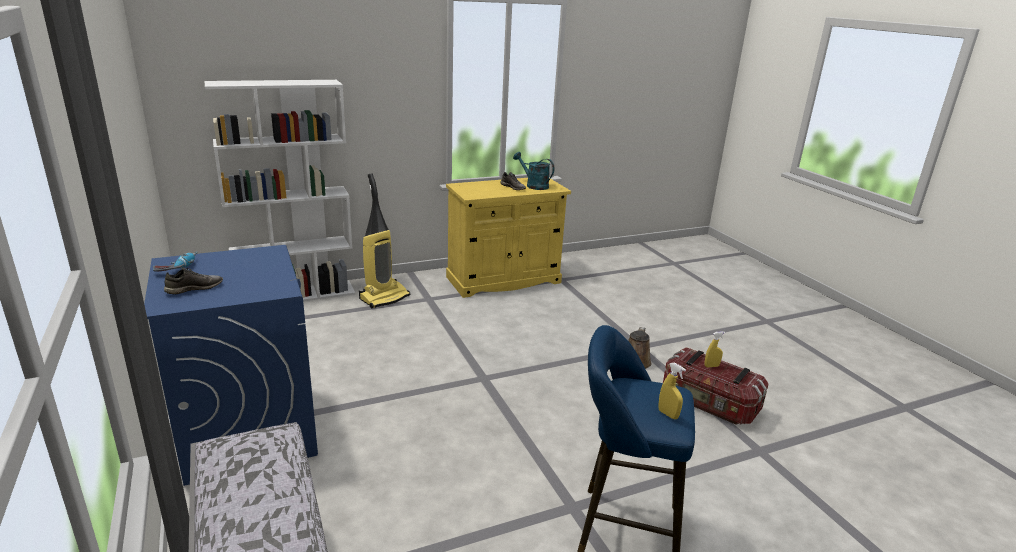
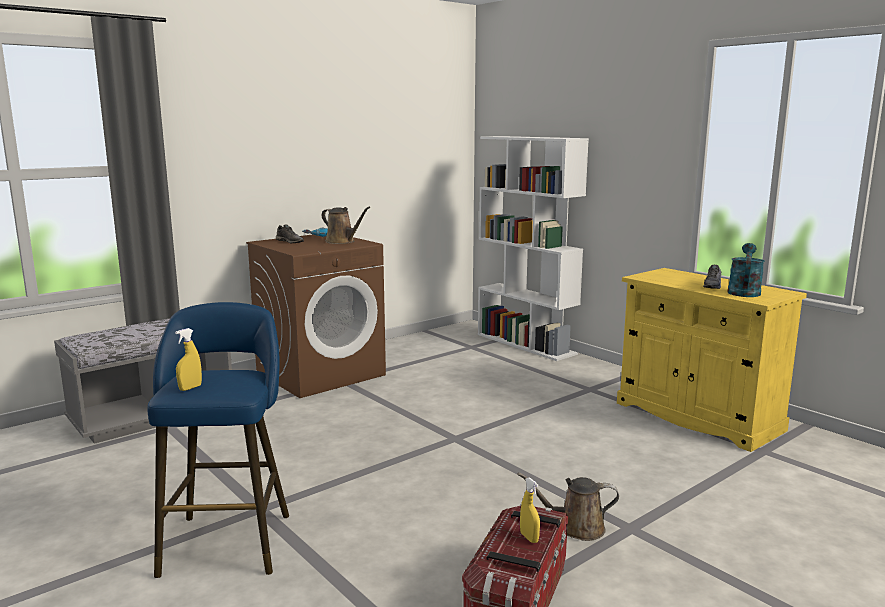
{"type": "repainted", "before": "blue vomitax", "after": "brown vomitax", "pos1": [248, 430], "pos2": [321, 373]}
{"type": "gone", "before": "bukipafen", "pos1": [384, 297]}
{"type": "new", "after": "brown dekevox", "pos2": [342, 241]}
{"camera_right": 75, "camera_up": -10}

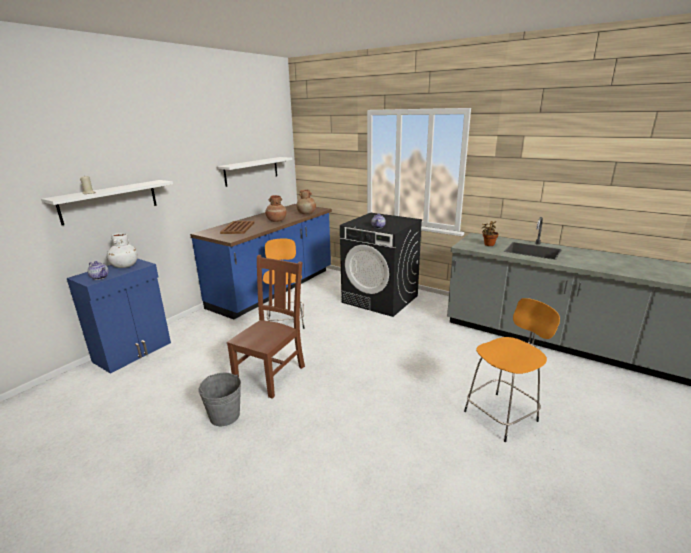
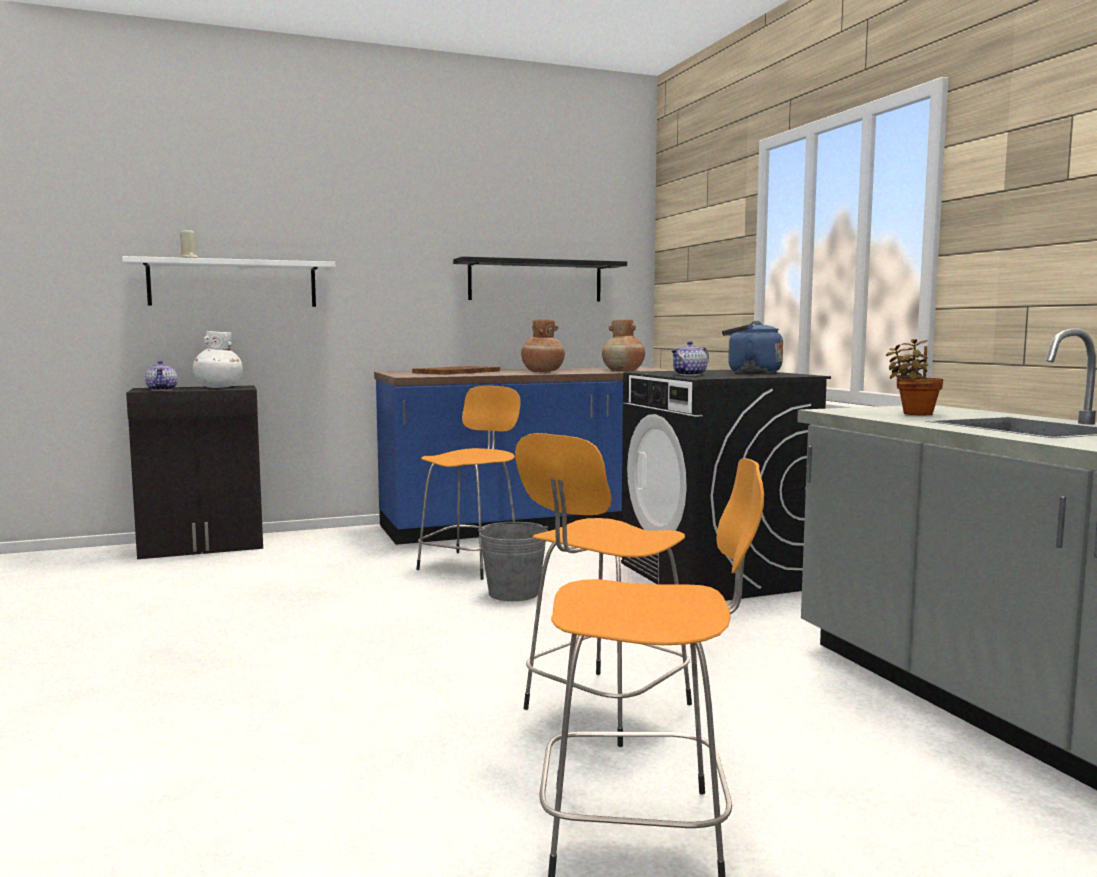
{"type": "repainted", "before": "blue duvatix", "after": "black duvatix", "pos1": [134, 352], "pos2": [203, 546]}
{"type": "shifted", "before": "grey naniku", "pos1": [224, 416], "pos2": [513, 593]}
{"type": "repainted", "before": "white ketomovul", "after": "black ketomovul", "pos1": [251, 171], "pos2": [535, 281]}
{"type": "gone", "before": "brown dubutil", "pos1": [272, 374]}
{"type": "new", "after": "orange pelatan", "pos2": [603, 708]}
{"type": "new", "after": "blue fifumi", "pos2": [750, 373]}
{"camera_right": 35, "camera_up": -15}

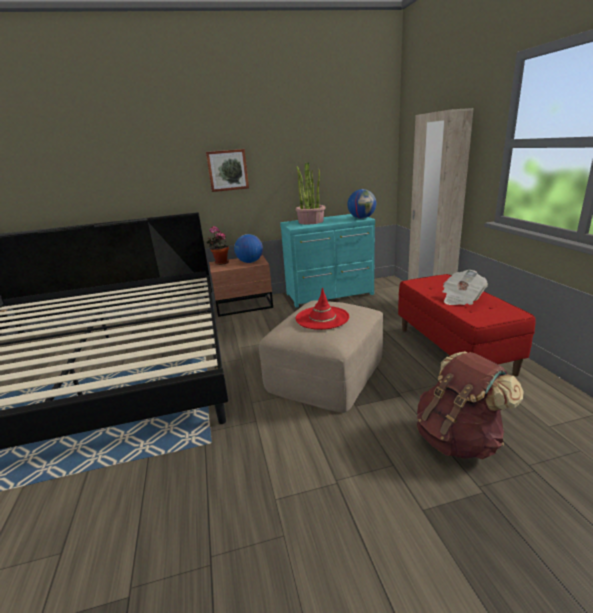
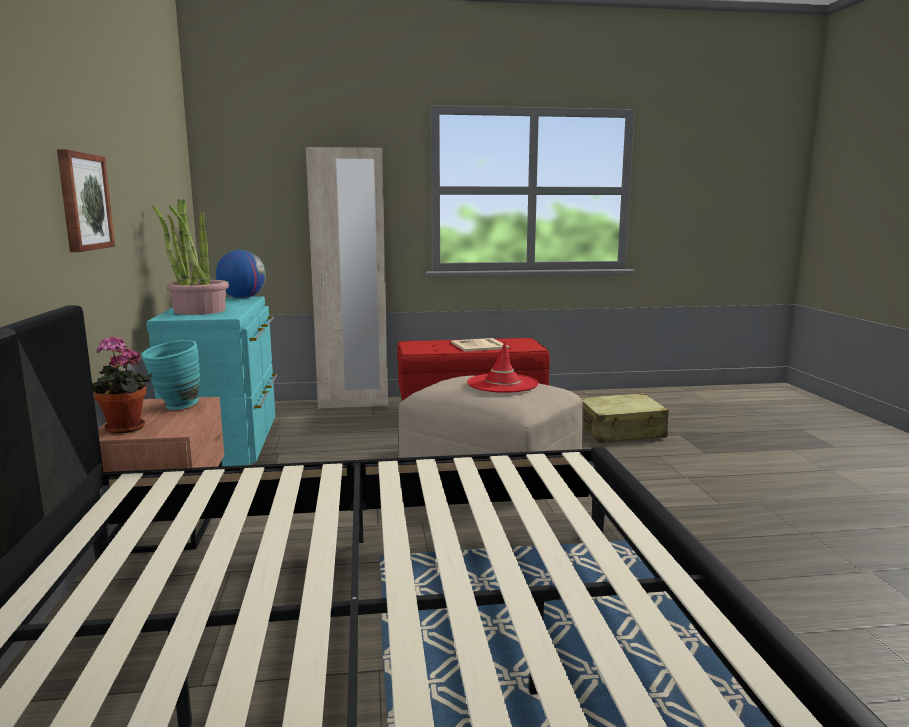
{"type": "swapped", "before": "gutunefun", "after": "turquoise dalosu", "pos1": [250, 262], "pos2": [175, 407]}
{"type": "swapped", "before": "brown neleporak", "after": "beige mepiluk", "pos1": [458, 439], "pos2": [621, 431]}
{"type": "swapped", "before": "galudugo", "after": "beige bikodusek", "pos1": [461, 299], "pos2": [480, 345]}
{"camera_right": -85, "camera_up": -10}

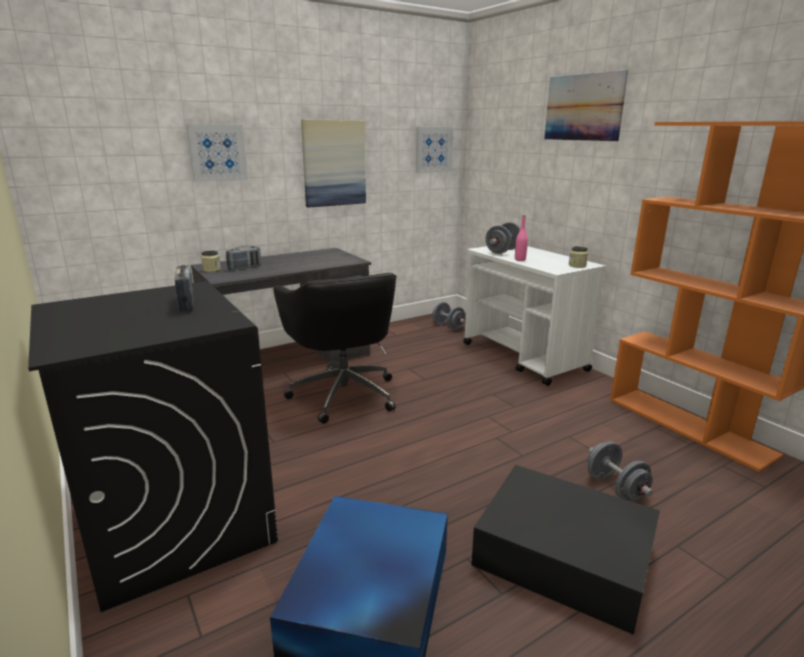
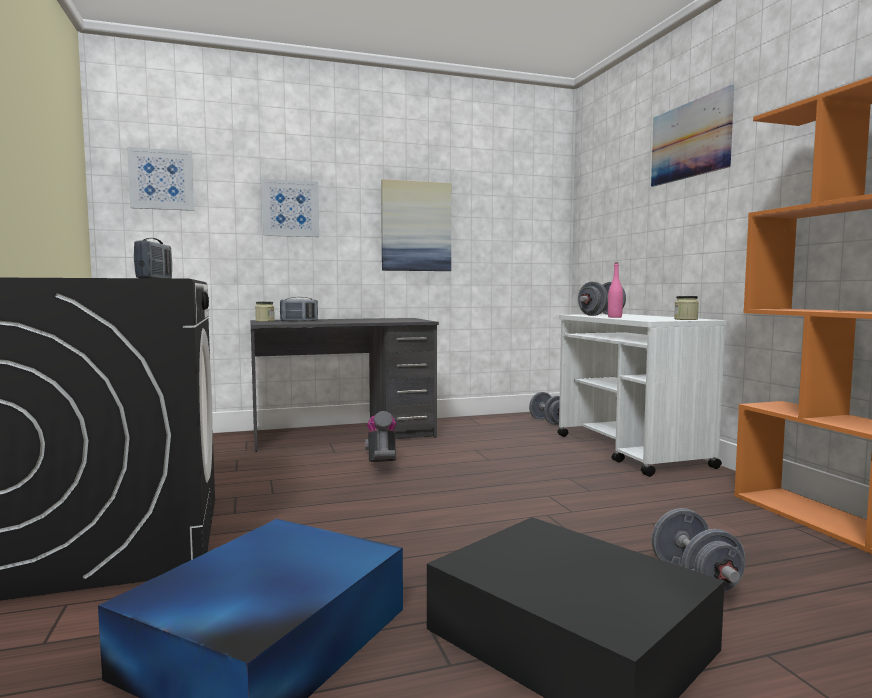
{"type": "swapped", "before": "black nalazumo", "after": "bukipafen", "pos1": [343, 393], "pos2": [382, 463]}
{"type": "shifted", "before": "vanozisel", "pos1": [433, 149], "pos2": [161, 179]}
{"camera_right": 15, "camera_up": -15}

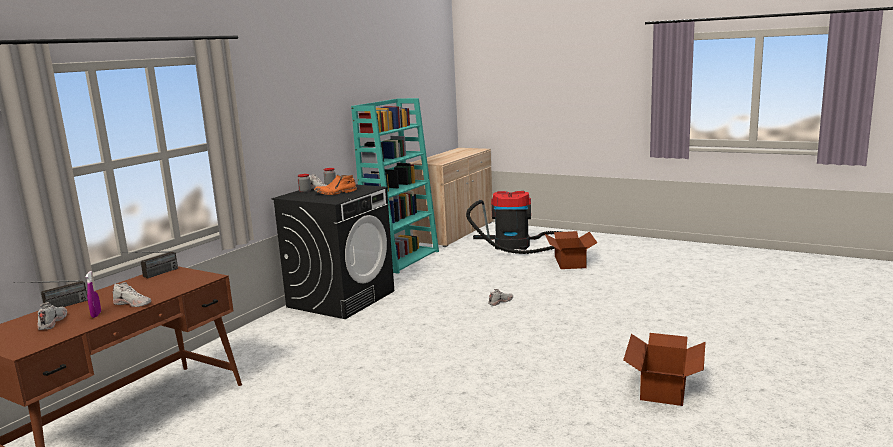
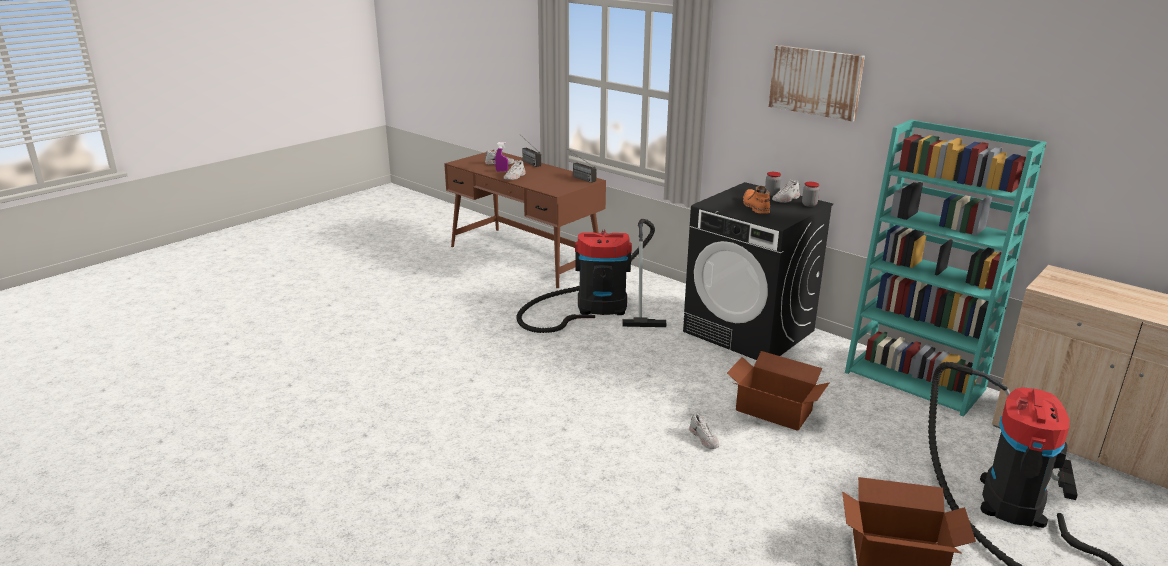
{"type": "shifted", "before": "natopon", "pos1": [664, 387], "pos2": [774, 411]}
{"type": "new", "after": "bukipafen", "pos2": [596, 307]}
{"type": "new", "after": "vanozisel", "pos2": [815, 82]}
{"camera_right": 100, "camera_up": 10}

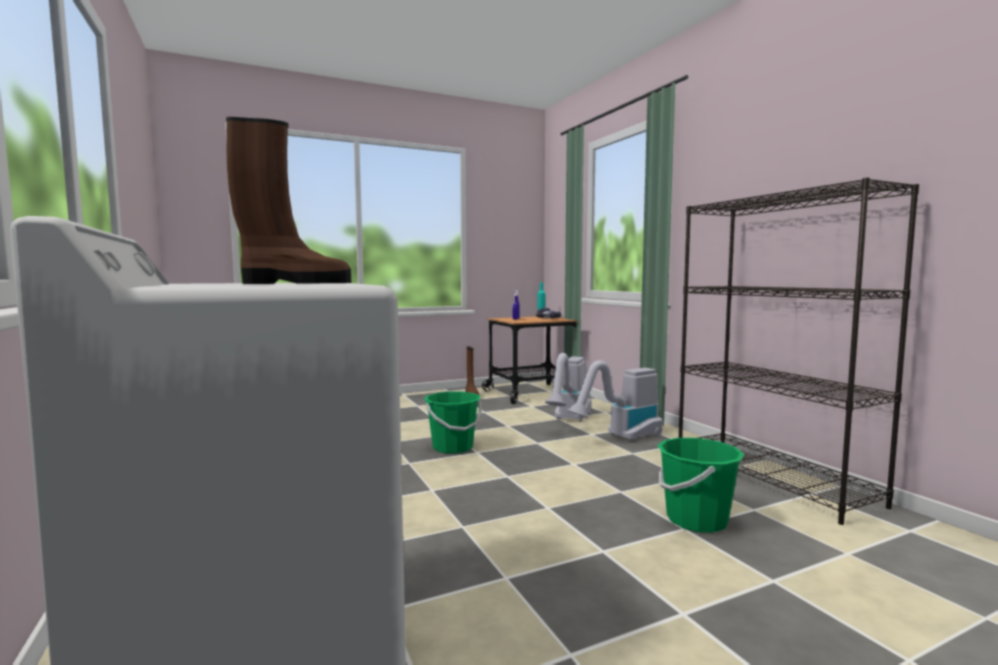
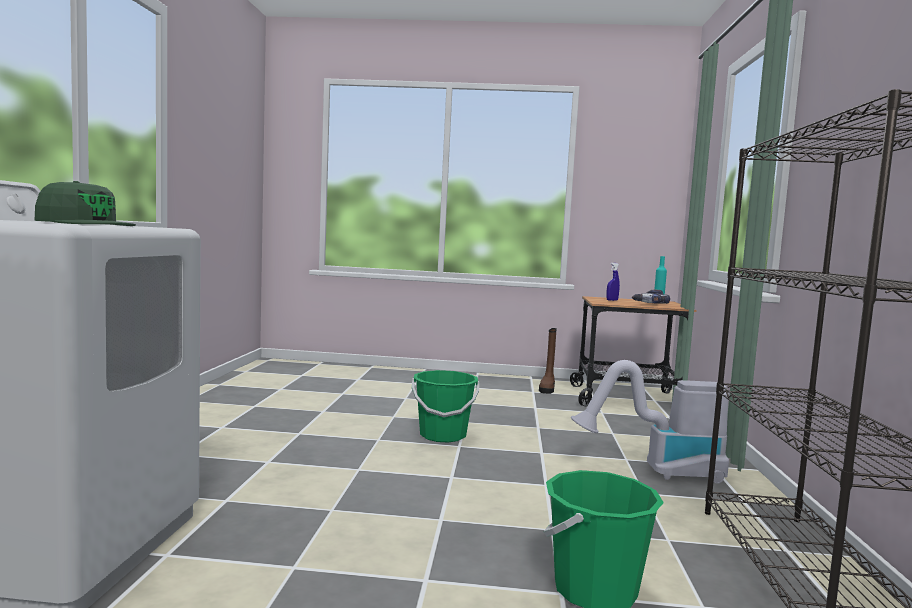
{"type": "swapped", "before": "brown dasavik", "after": "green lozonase", "pos1": [294, 283], "pos2": [85, 224]}
{"type": "gone", "before": "bukipafen", "pos1": [569, 420]}
{"camera_right": 30, "camera_up": 0}

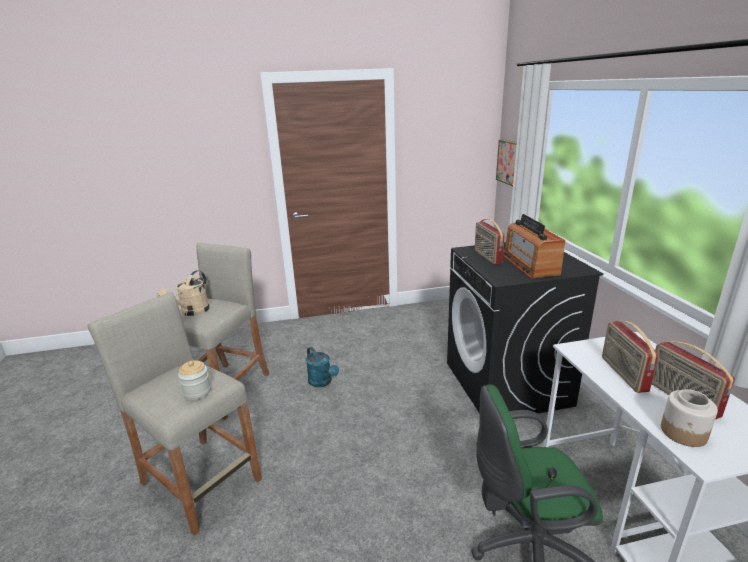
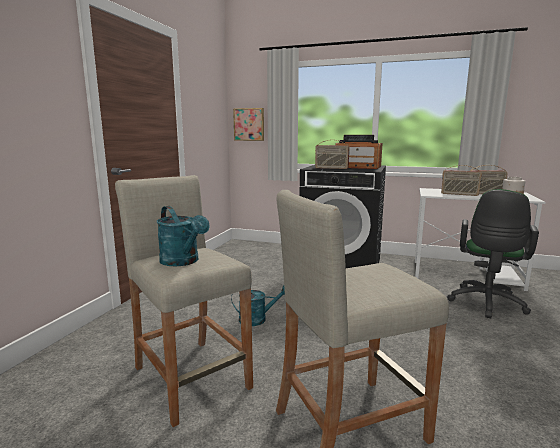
{"type": "repainted", "before": "beige dekevox", "after": "turquoise dekevox", "pos1": [192, 312], "pos2": [183, 262]}
{"type": "gone", "before": "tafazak", "pos1": [197, 392]}
{"camera_right": -60, "camera_up": -10}

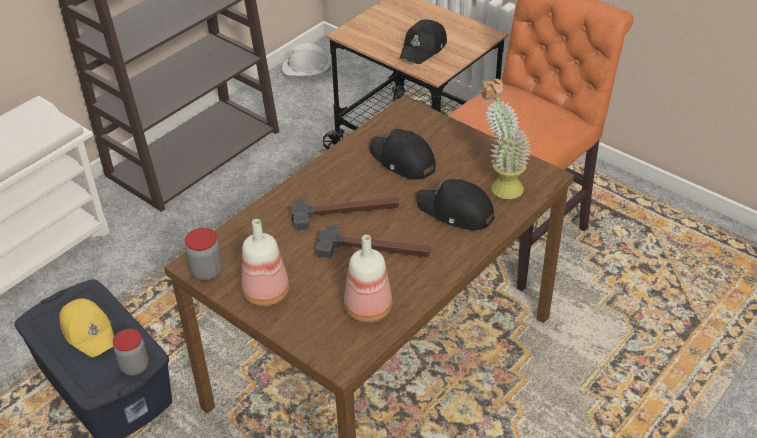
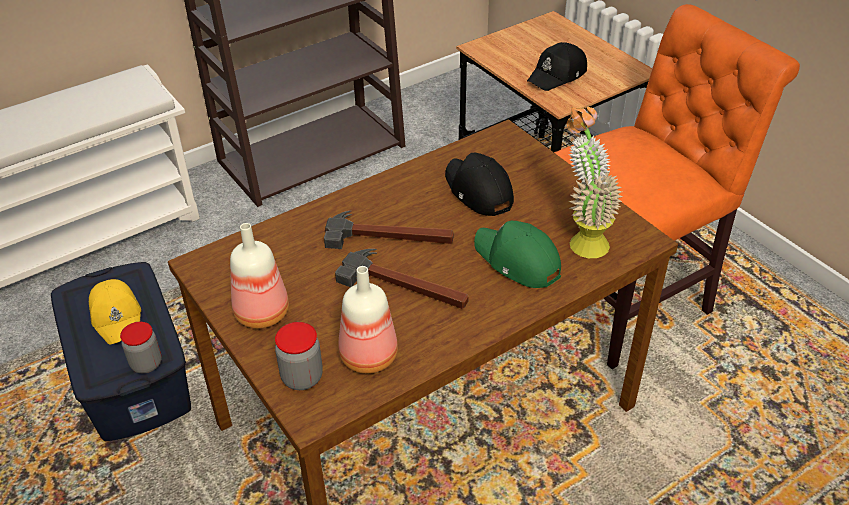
{"type": "shifted", "before": "tafazak", "pos1": [207, 272], "pos2": [302, 377]}
{"type": "gone", "before": "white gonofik", "pos1": [306, 74]}
{"type": "repainted", "before": "black lozonase", "after": "green lozonase", "pos1": [455, 212], "pos2": [517, 261]}
{"camera_right": 15, "camera_up": 0}

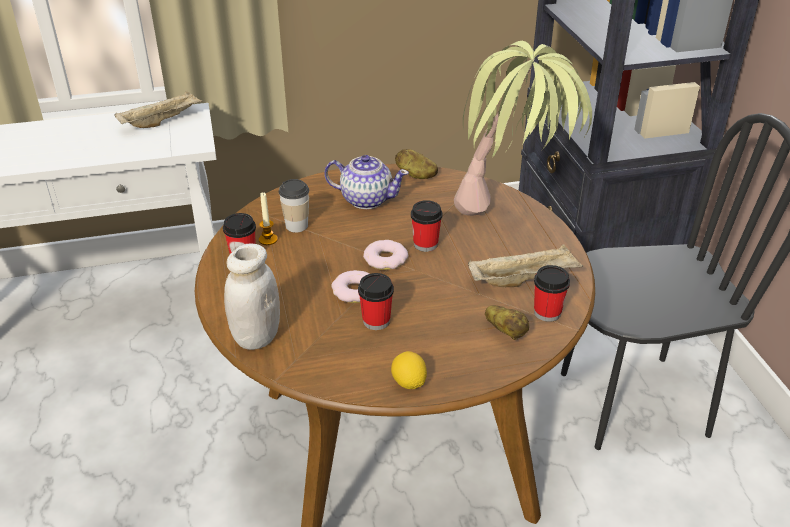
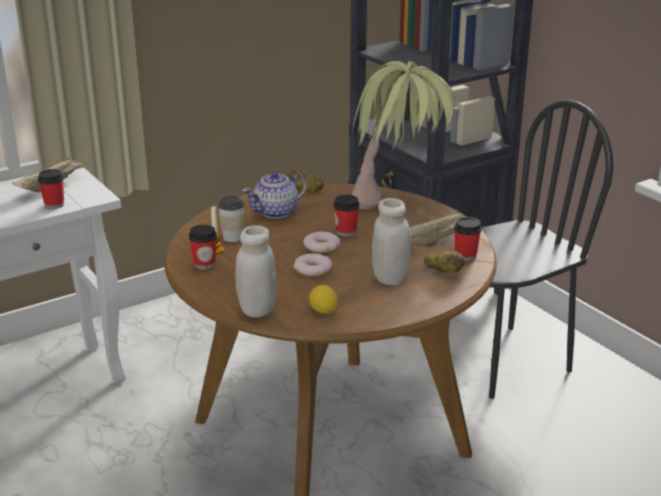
{"type": "rotated", "before": "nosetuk", "pos1": [366, 199], "pos2": [276, 212], "turn": 150}
{"type": "shifted", "before": "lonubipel", "pos1": [376, 321], "pos2": [54, 205]}
{"type": "shifted", "before": "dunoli", "pos1": [408, 383], "pos2": [323, 311]}
{"type": "new", "after": "white tafazak", "pos2": [390, 278]}
{"camera_right": -20, "camera_up": -10}

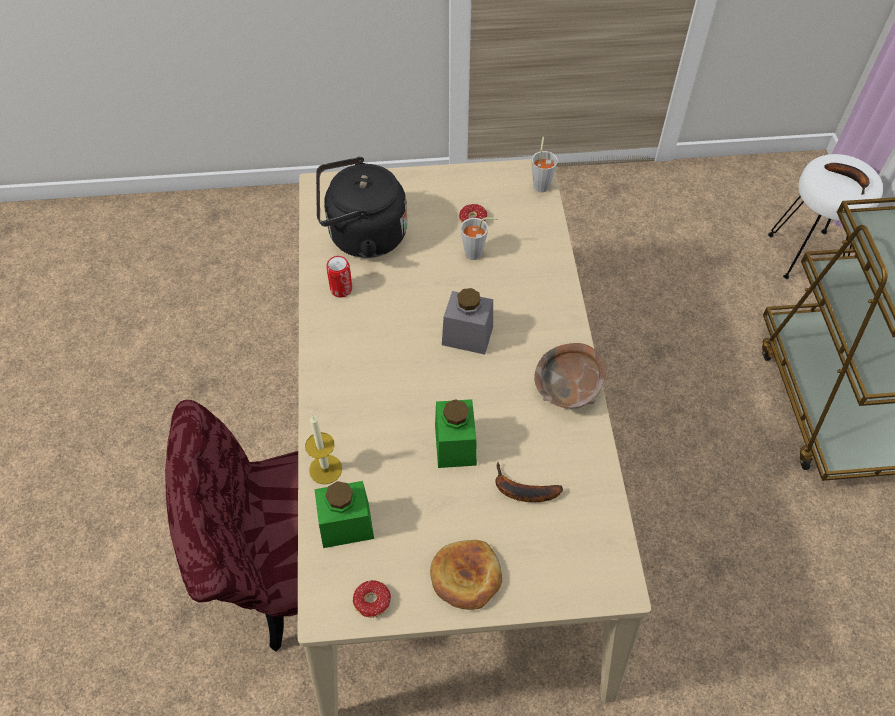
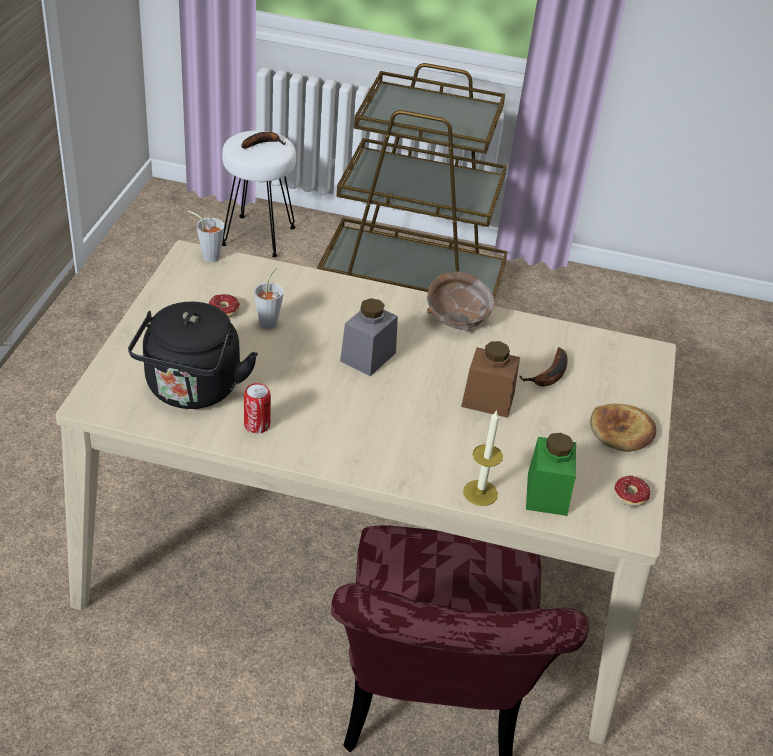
{"type": "repainted", "before": "green tafazak", "after": "brown tafazak", "pos1": [455, 445], "pos2": [488, 400]}
{"camera_right": -75, "camera_up": -15}

